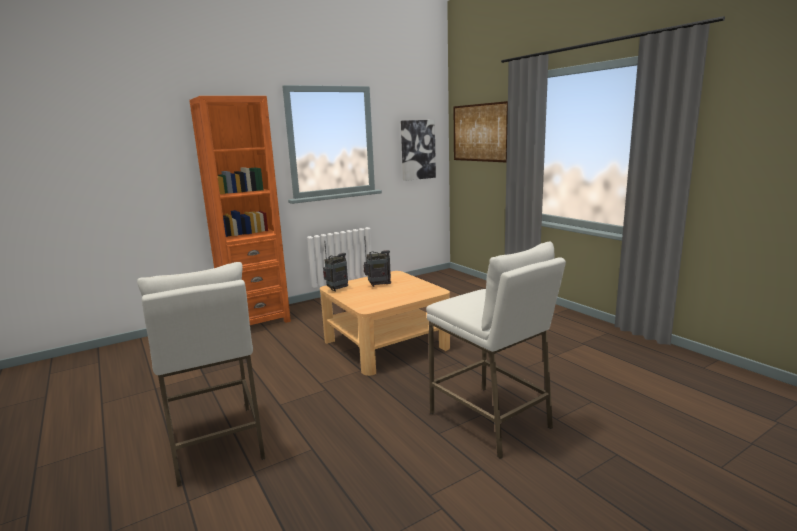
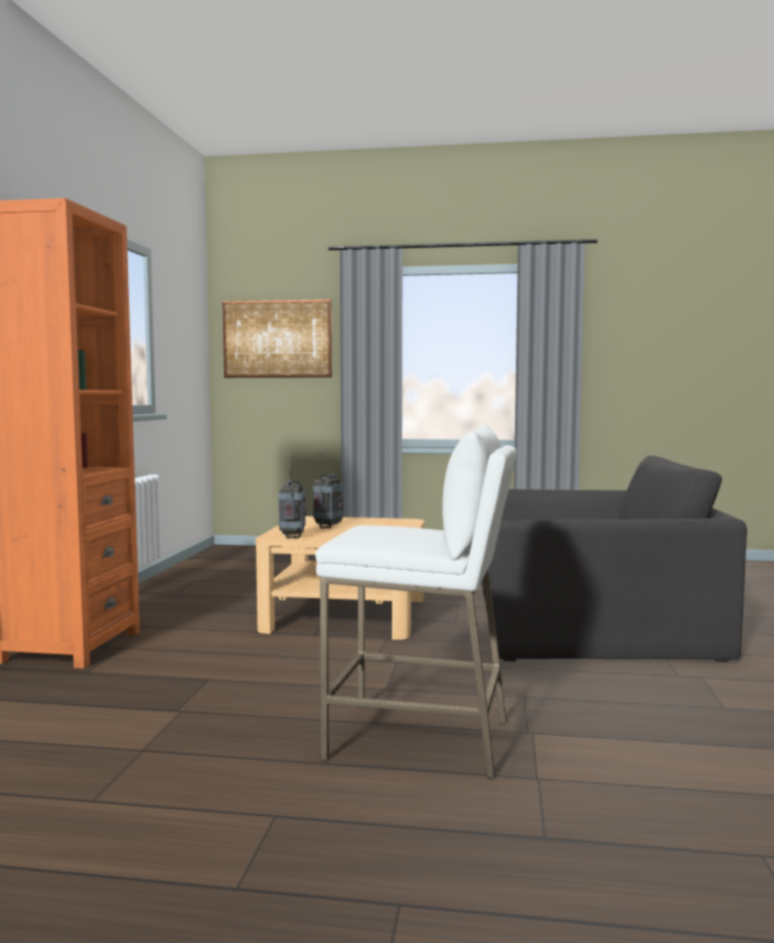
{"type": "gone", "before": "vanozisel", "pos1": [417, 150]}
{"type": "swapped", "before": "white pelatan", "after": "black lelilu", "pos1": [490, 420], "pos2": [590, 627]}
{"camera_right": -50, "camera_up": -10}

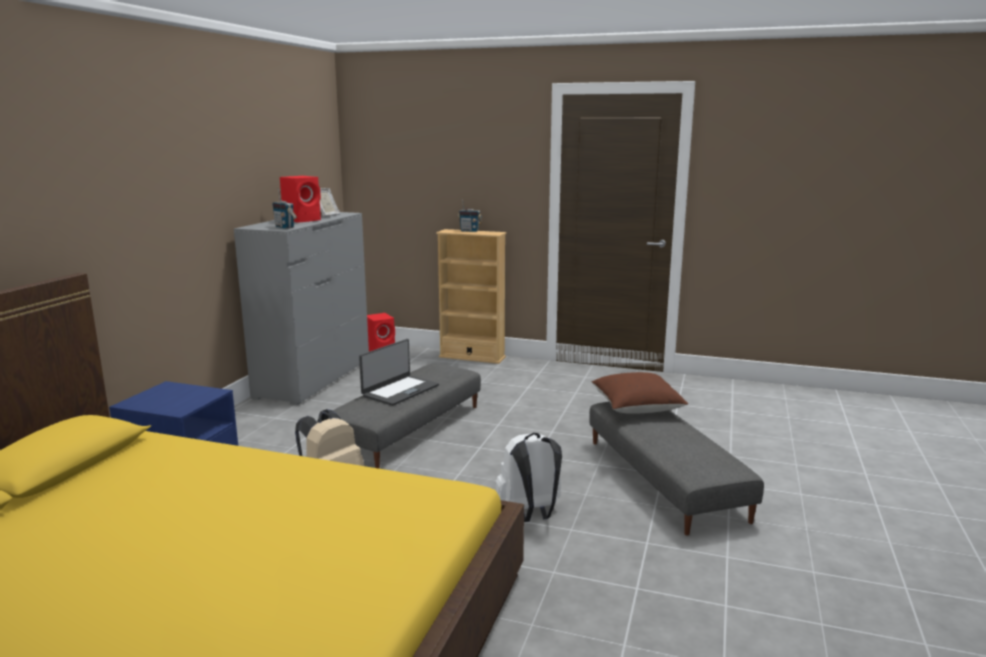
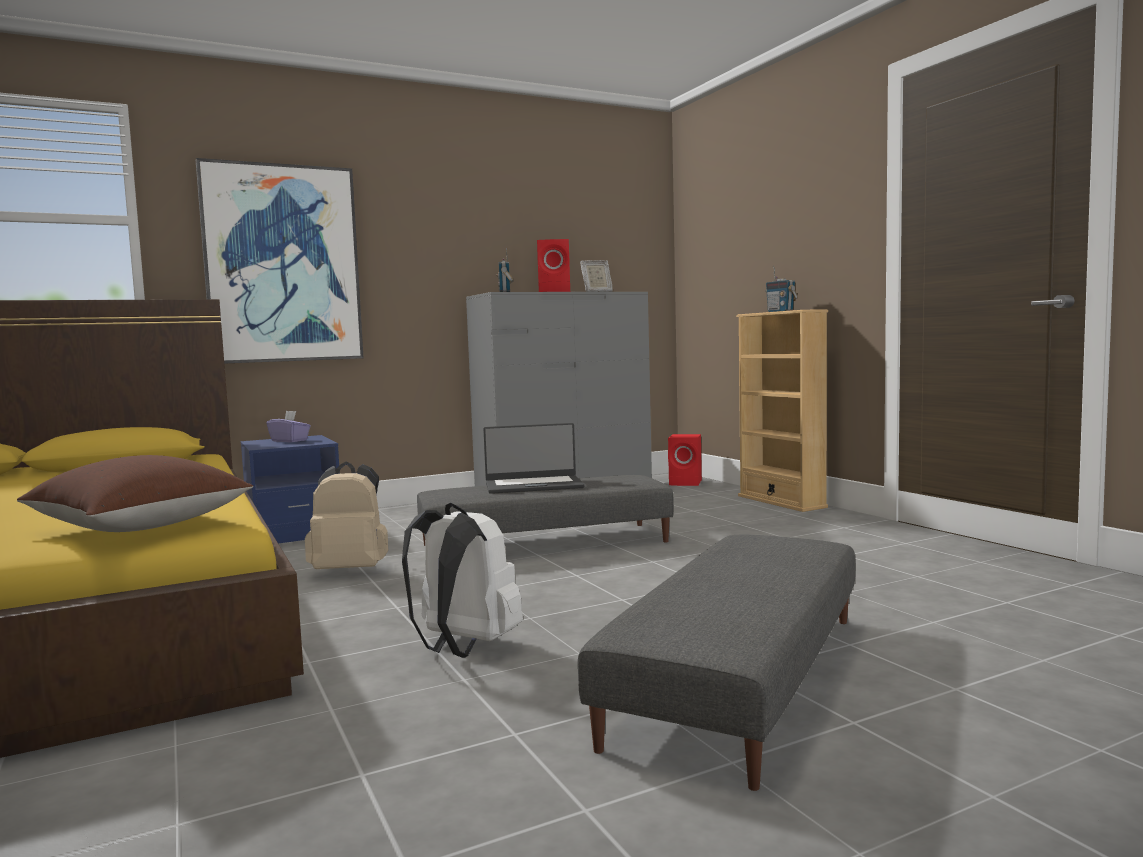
{"type": "shifted", "before": "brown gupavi", "pos1": [636, 408], "pos2": [140, 527]}
{"type": "new", "after": "vanozisel", "pos2": [282, 264]}
{"type": "new", "after": "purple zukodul", "pos2": [290, 441]}
{"camera_right": 45, "camera_up": -10}

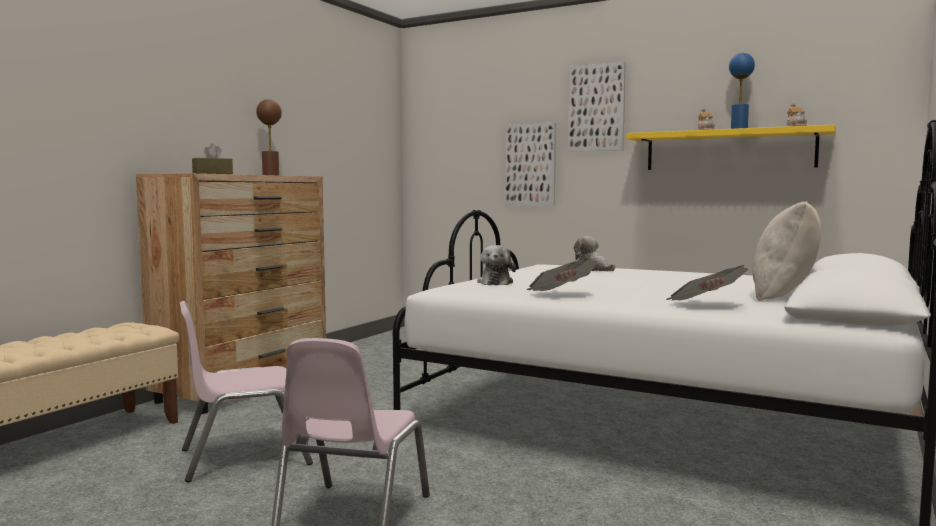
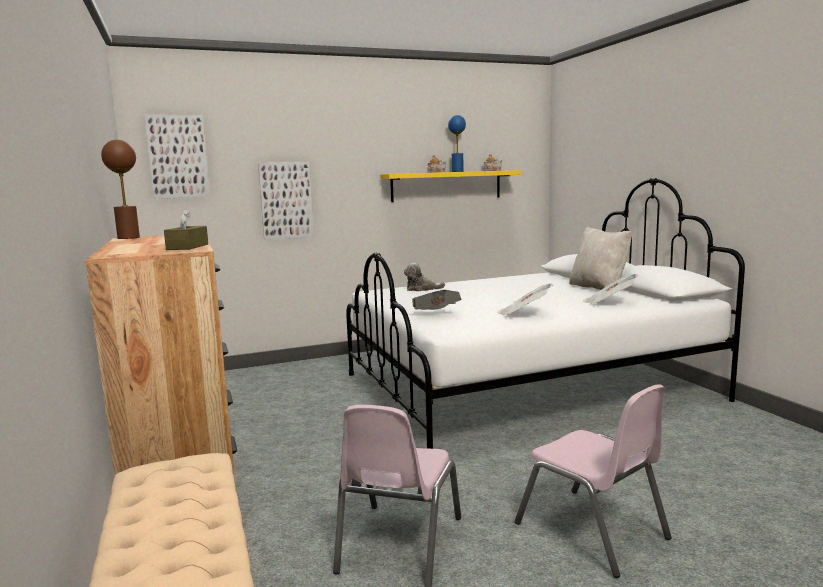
{"type": "swapped", "before": "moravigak", "after": "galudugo", "pos1": [495, 282], "pos2": [436, 314]}
{"type": "shifted", "before": "vanozisel", "pos1": [596, 108], "pos2": [178, 157]}
{"camera_right": -50, "camera_up": 5}

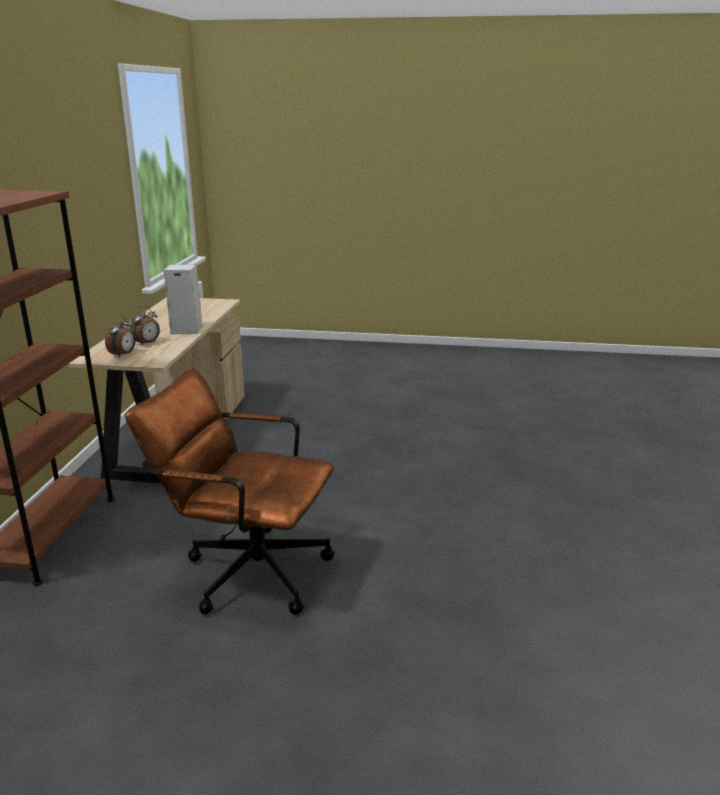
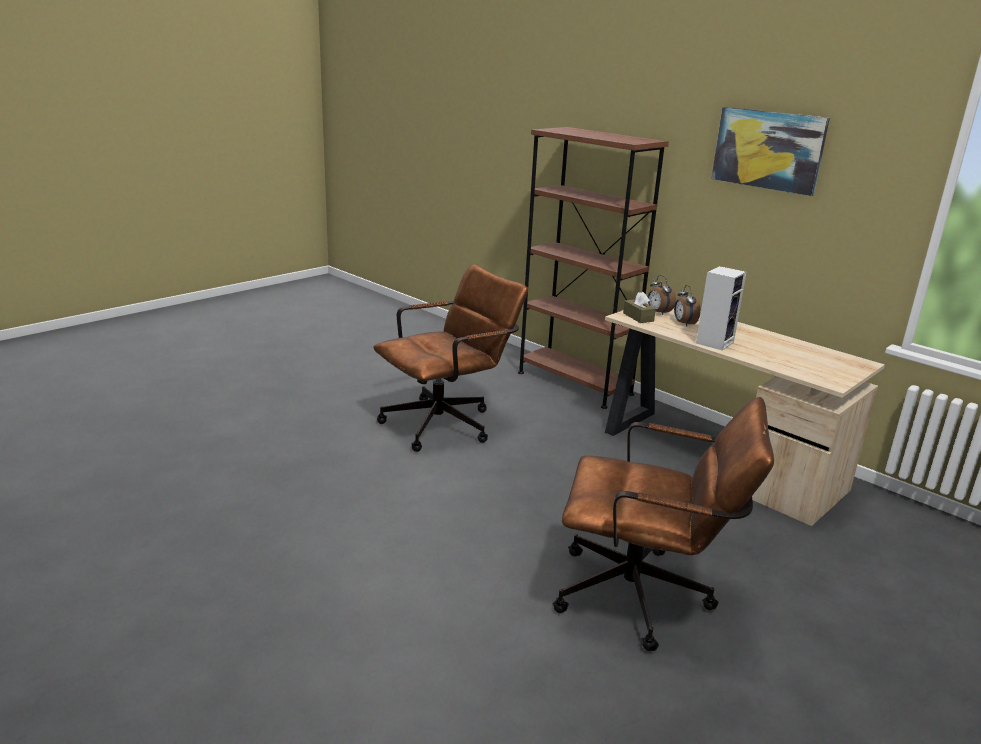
{"type": "new", "after": "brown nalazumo", "pos2": [645, 597]}
{"type": "new", "after": "brown zukodul", "pos2": [638, 317]}
{"type": "new", "after": "vanozisel", "pos2": [768, 150]}
{"camera_right": 125, "camera_up": 0}

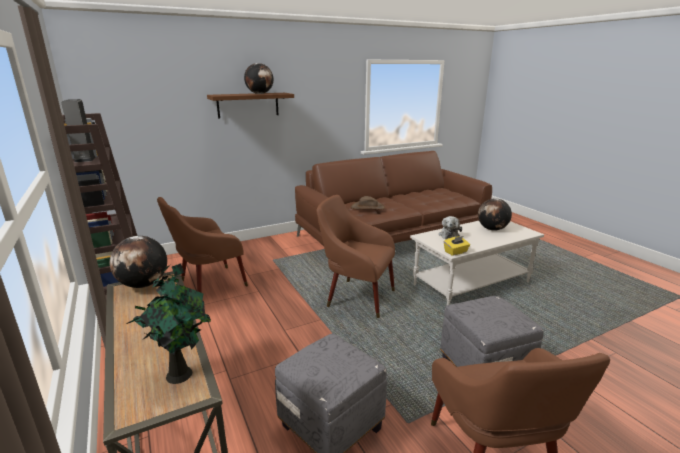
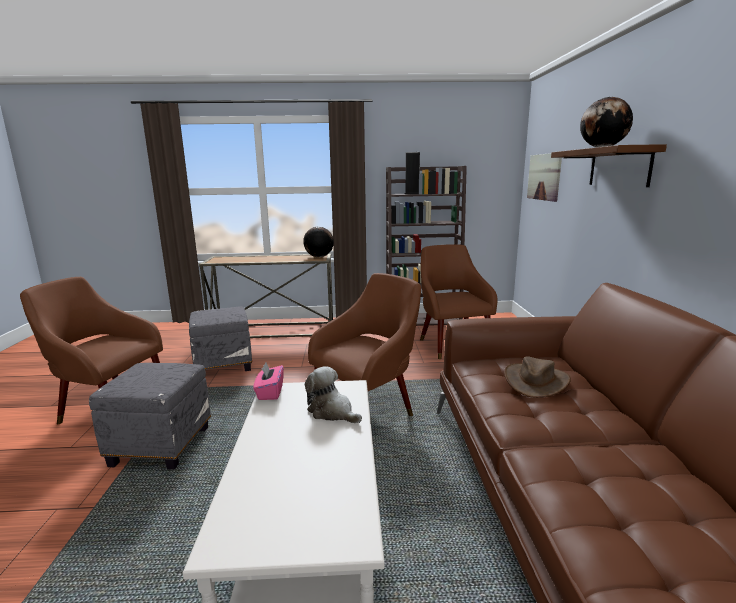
{"type": "gone", "before": "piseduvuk", "pos1": [181, 373]}
{"type": "repainted", "before": "yellow zukodul", "after": "pink zukodul", "pos1": [456, 252], "pos2": [270, 392]}
{"type": "gone", "before": "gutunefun", "pos1": [492, 229]}
{"type": "new", "after": "vanozisel", "pos2": [544, 177]}
{"camera_right": 115, "camera_up": -5}

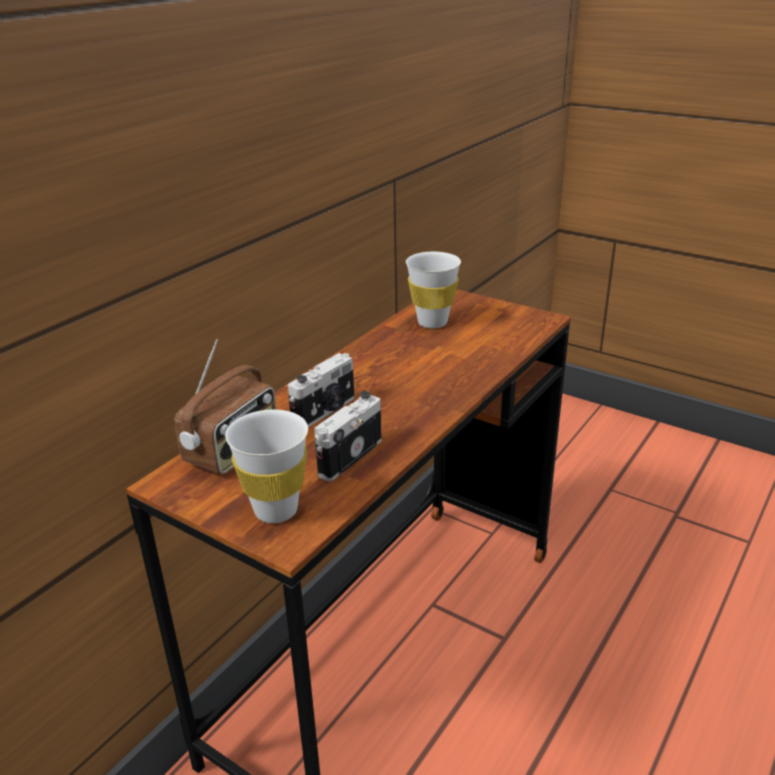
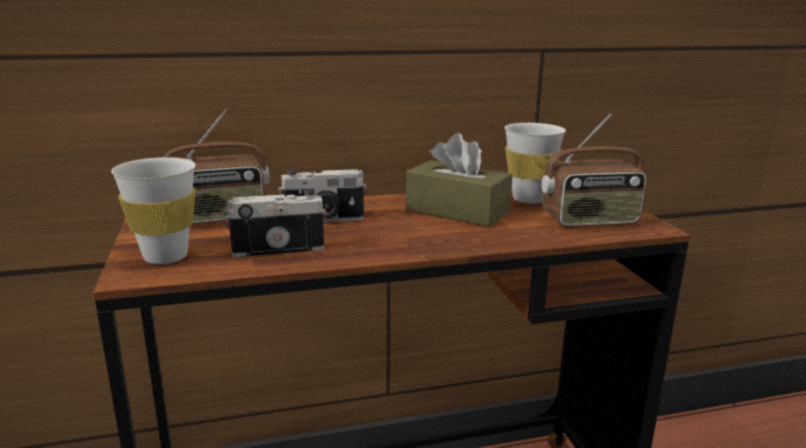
{"type": "new", "after": "brown zukodul", "pos2": [457, 211]}
{"type": "new", "after": "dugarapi", "pos2": [590, 221]}
{"camera_right": 40, "camera_up": -10}

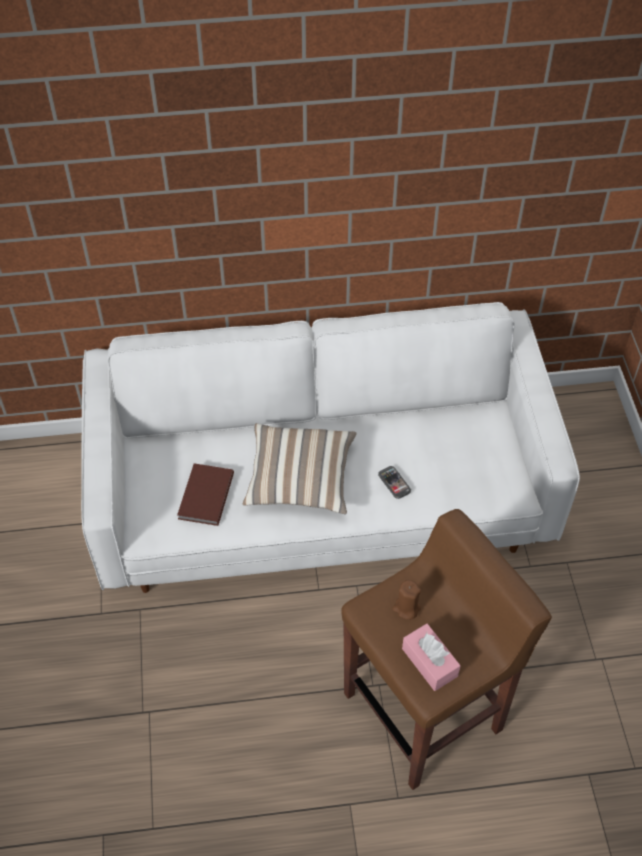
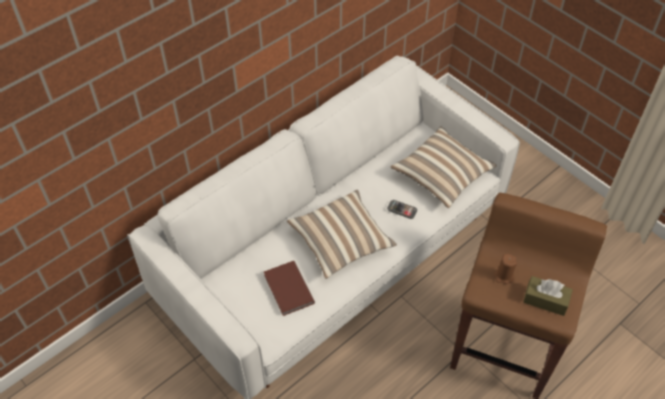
{"type": "repainted", "before": "pink zukodul", "after": "brown zukodul", "pos1": [429, 662], "pos2": [545, 300]}
{"type": "new", "after": "gupavi", "pos2": [442, 176]}
{"camera_right": -35, "camera_up": 0}

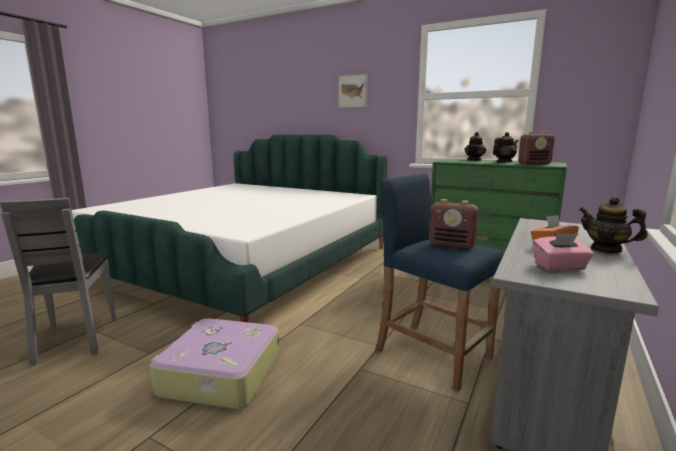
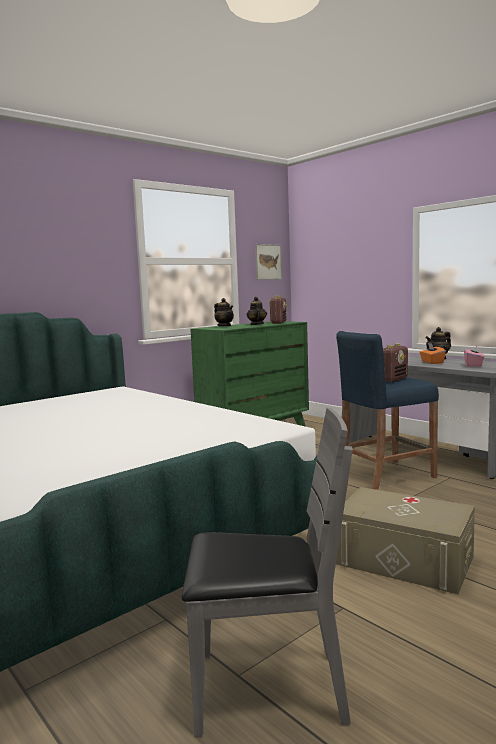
{"type": "swapped", "before": "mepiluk", "after": "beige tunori", "pos1": [219, 375], "pos2": [404, 560]}
{"type": "shifted", "before": "vanozisel", "pos1": [352, 91], "pos2": [268, 262]}
{"camera_right": -70, "camera_up": -5}

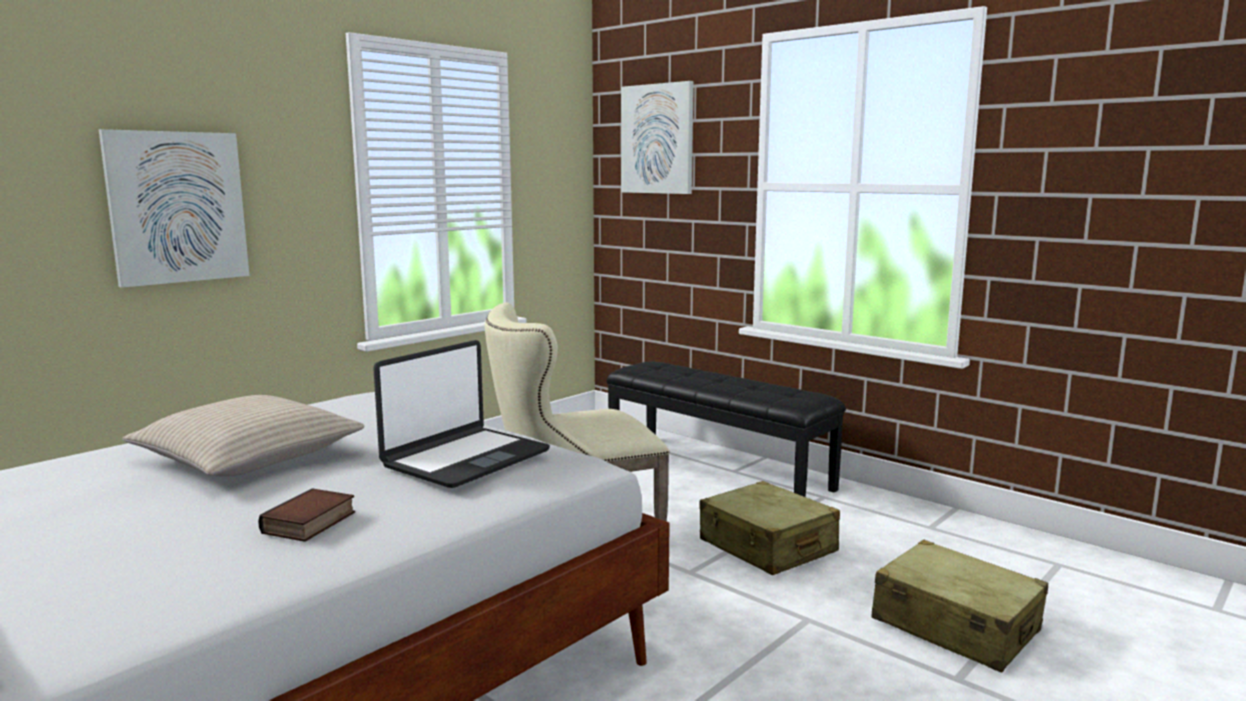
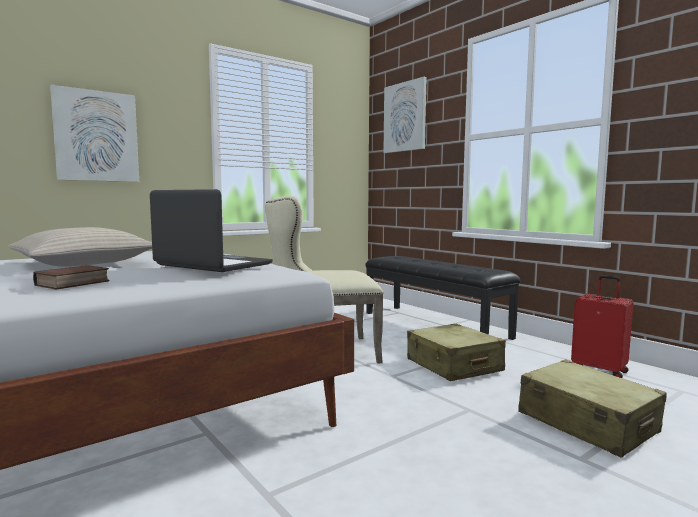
{"type": "rotated", "before": "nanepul", "pos1": [465, 459], "pos2": [212, 265], "turn": -105}
{"type": "new", "after": "red mepiluk", "pos2": [600, 370]}
{"camera_right": 10, "camera_up": -5}

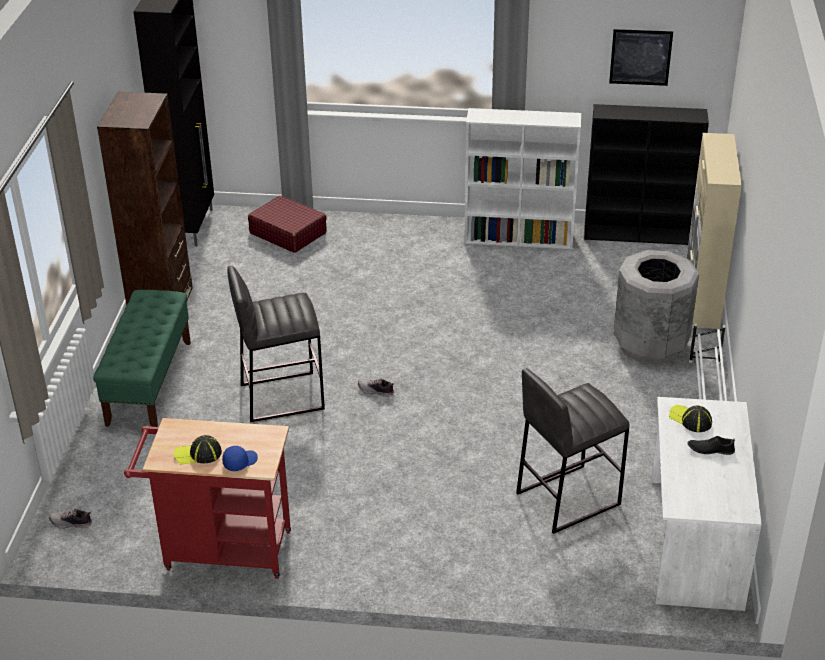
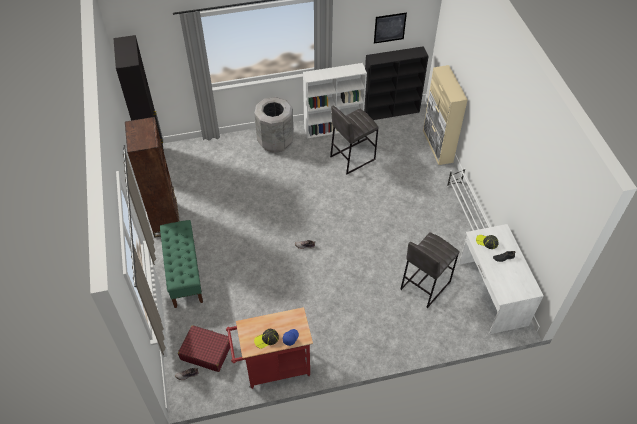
{"type": "shifted", "before": "grey pelatan", "pos1": [281, 396], "pos2": [352, 158]}
{"type": "shifted", "before": "red mepiluk", "pos1": [288, 233], "pos2": [206, 351]}
{"type": "shifted", "before": "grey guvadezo", "pos1": [650, 345], "pos2": [275, 141]}
{"camera_right": -20, "camera_up": 15}

